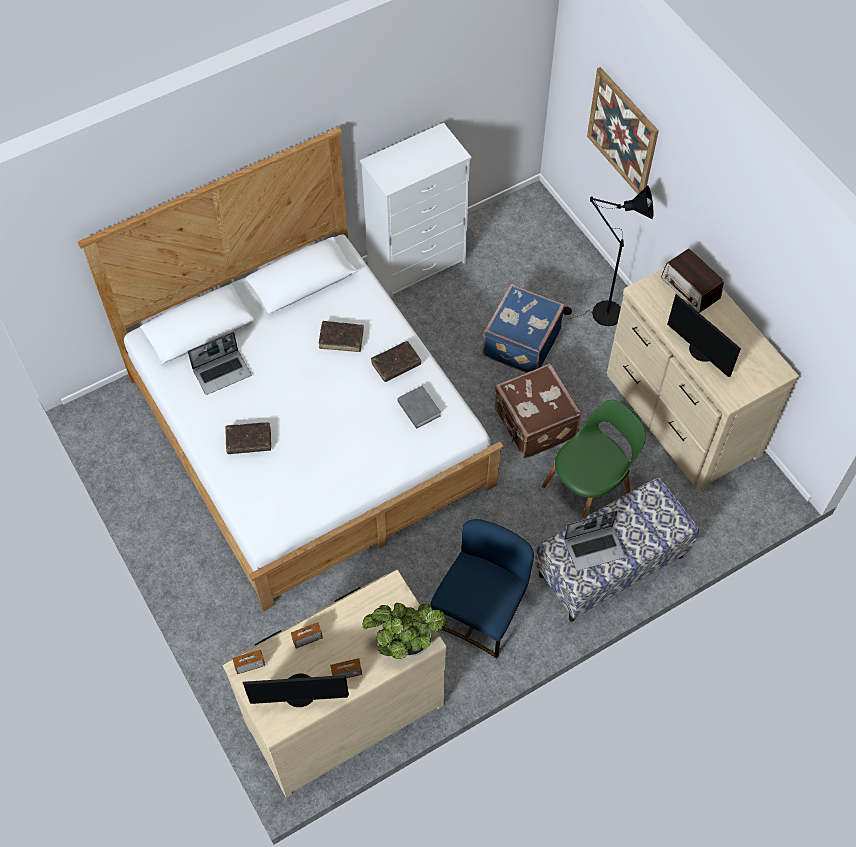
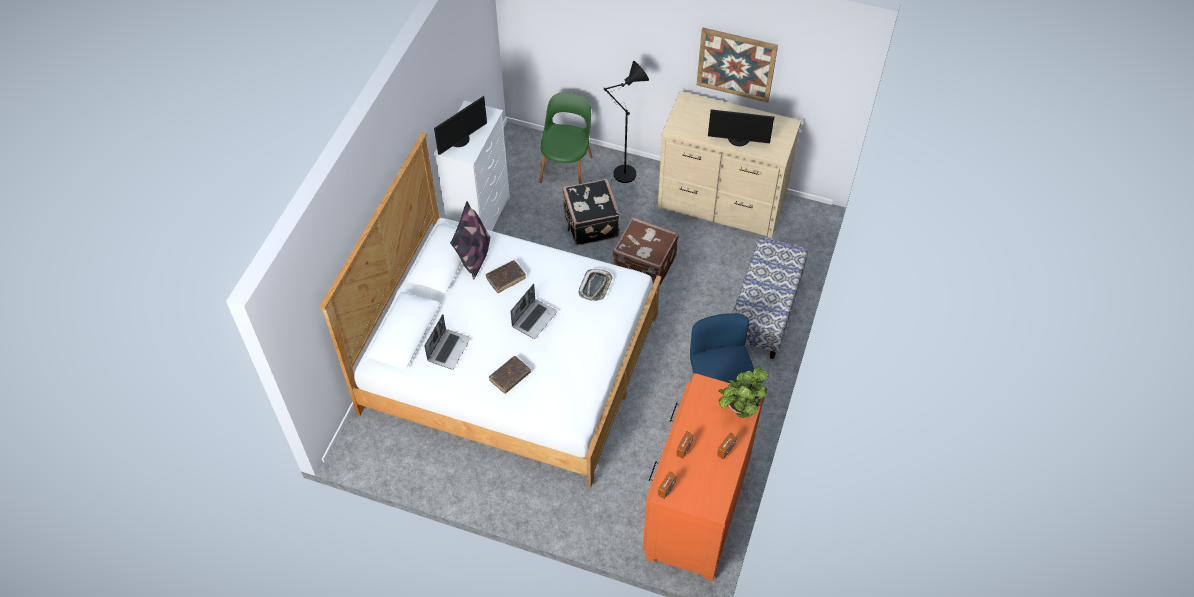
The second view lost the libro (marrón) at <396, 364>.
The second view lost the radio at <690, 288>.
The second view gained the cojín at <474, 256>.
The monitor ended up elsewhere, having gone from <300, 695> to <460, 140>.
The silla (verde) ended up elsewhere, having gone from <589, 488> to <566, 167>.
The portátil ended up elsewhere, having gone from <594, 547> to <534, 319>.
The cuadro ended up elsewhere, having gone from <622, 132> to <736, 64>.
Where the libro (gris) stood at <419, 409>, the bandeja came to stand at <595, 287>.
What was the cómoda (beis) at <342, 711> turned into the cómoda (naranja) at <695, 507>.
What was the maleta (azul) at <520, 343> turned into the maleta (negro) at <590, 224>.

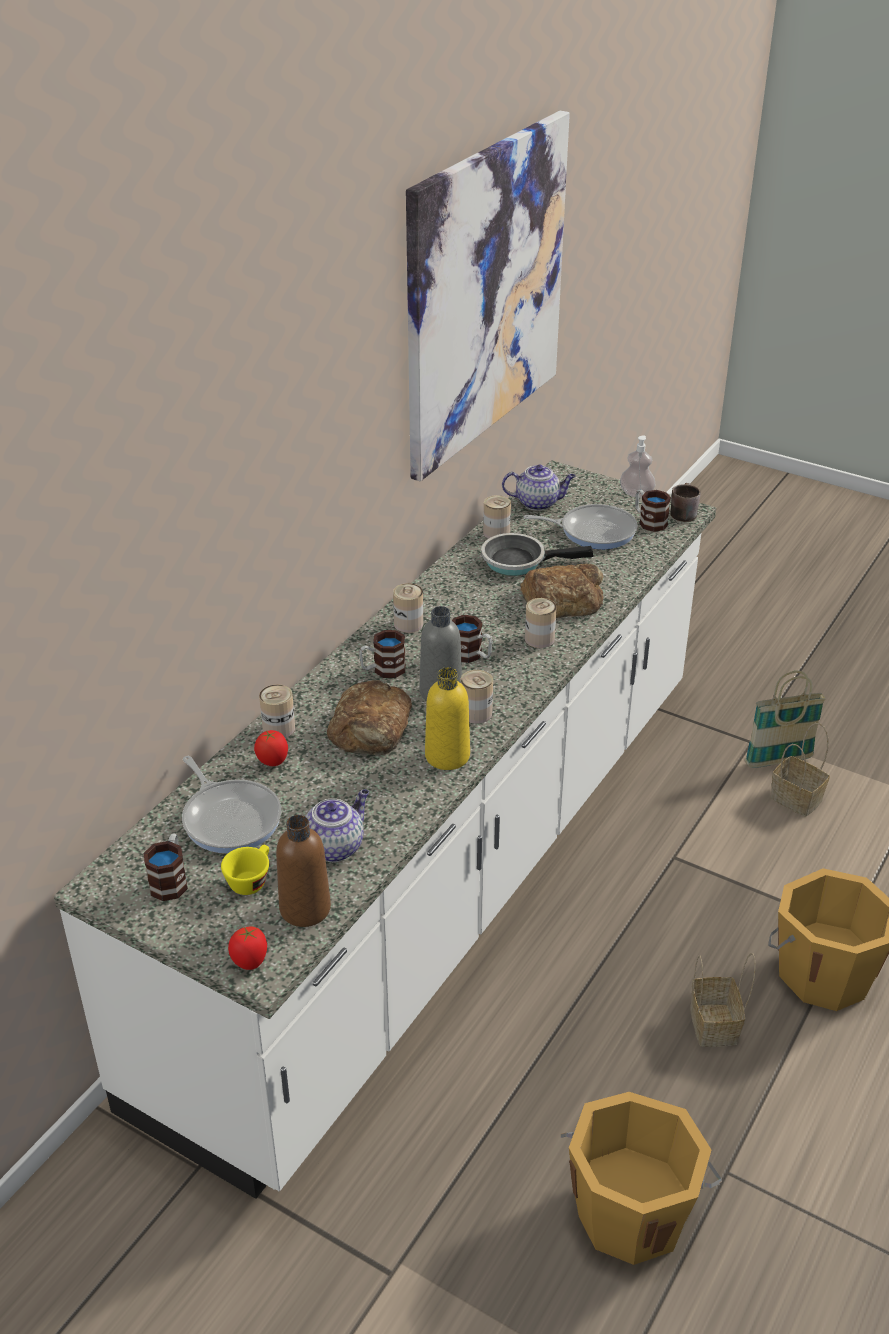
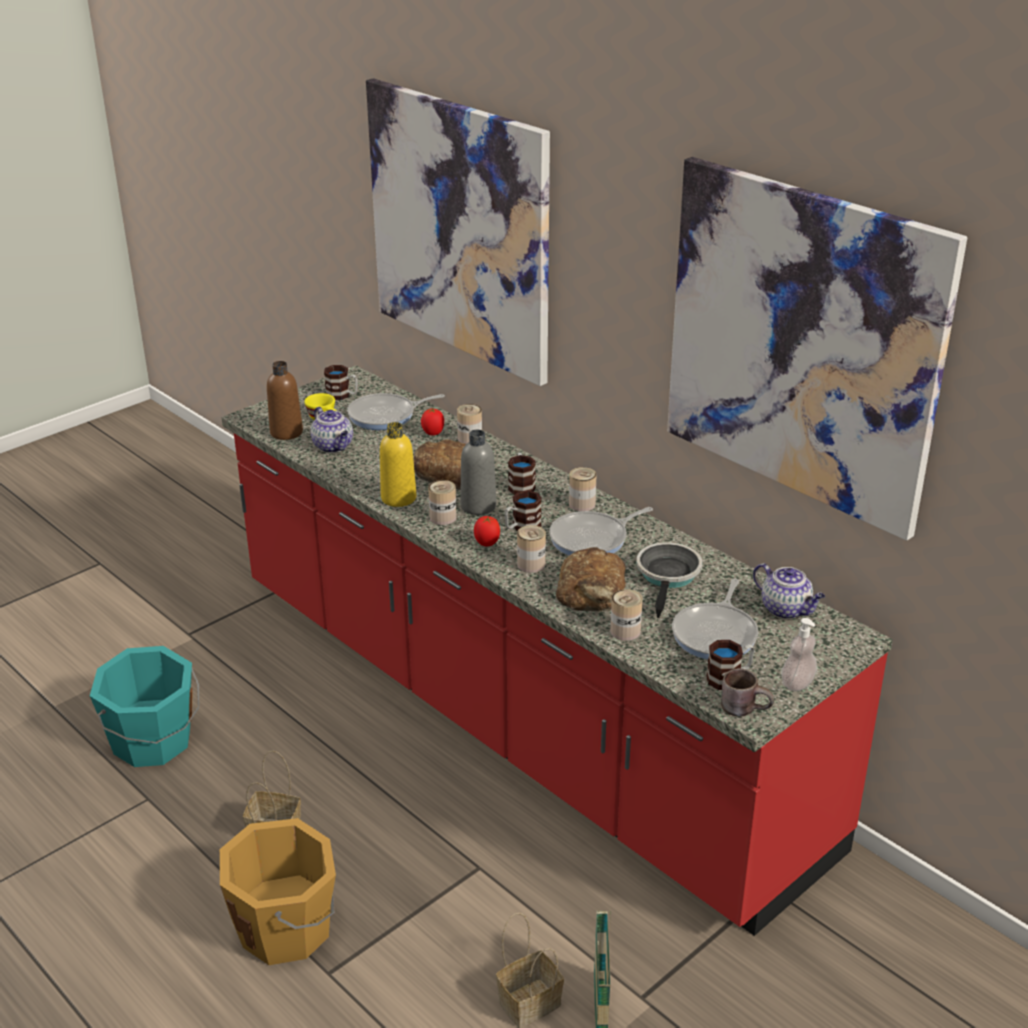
The second view gained the cuadro at <460, 229>.
The second view gained the sartén at <592, 539>.
The tomate ended up elsewhere, having gone from <250, 963> to <487, 544>.
The lata ended up elsewhere, having gone from <496, 533> to <625, 631>.
What was the mueble bajo de cocina (blanco) at <444, 875> turned into the mueble bajo de cocina (rojo) at <514, 712>.
What was the cubo (naranja) at <631, 1212> turned into the cubo (turquesa) at <153, 742>.
The tetera at <538, 503> ended up facing another way, 60 degrees counterclockwise from before.

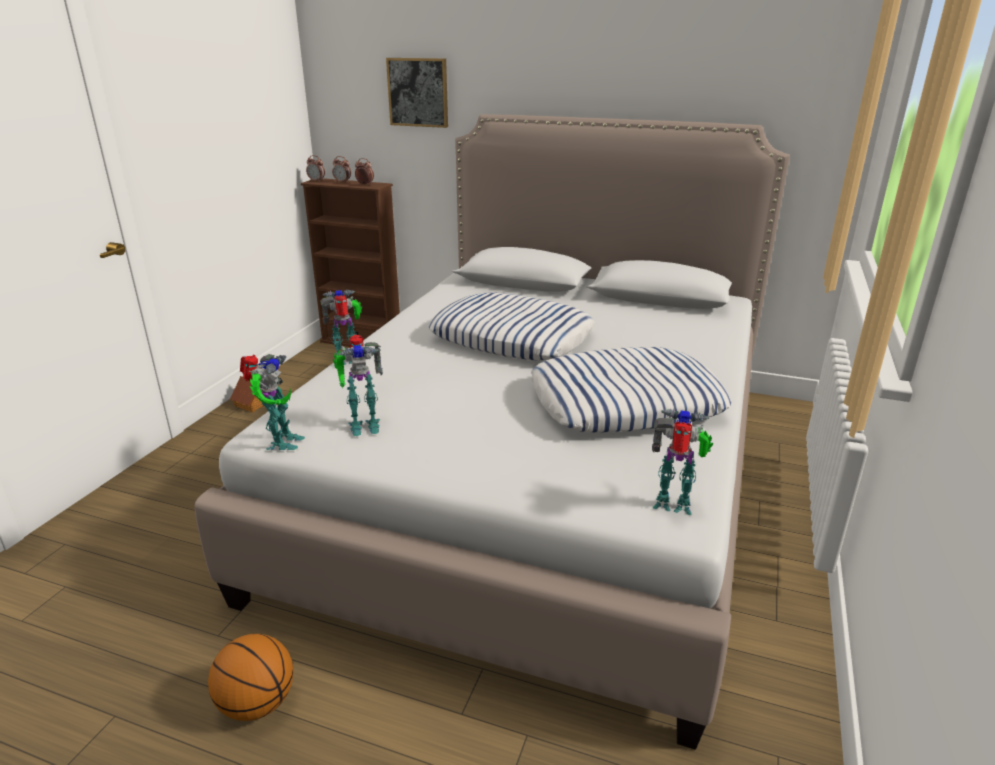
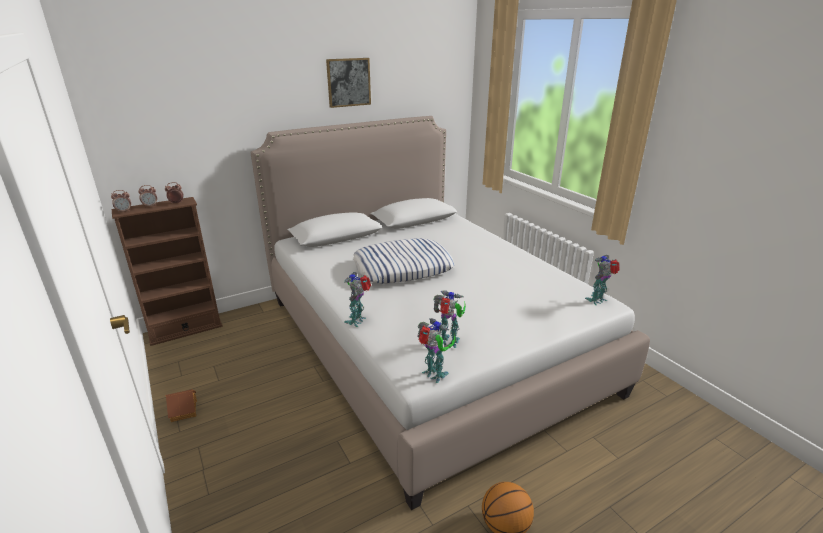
The second view lost the cojín at <625, 402>.
The cuadro ended up elsewhere, having gone from <418, 92> to <348, 82>.
The robot de juguete at <362, 425> ended up facing another way, 90 degrees counterclockwise from before.

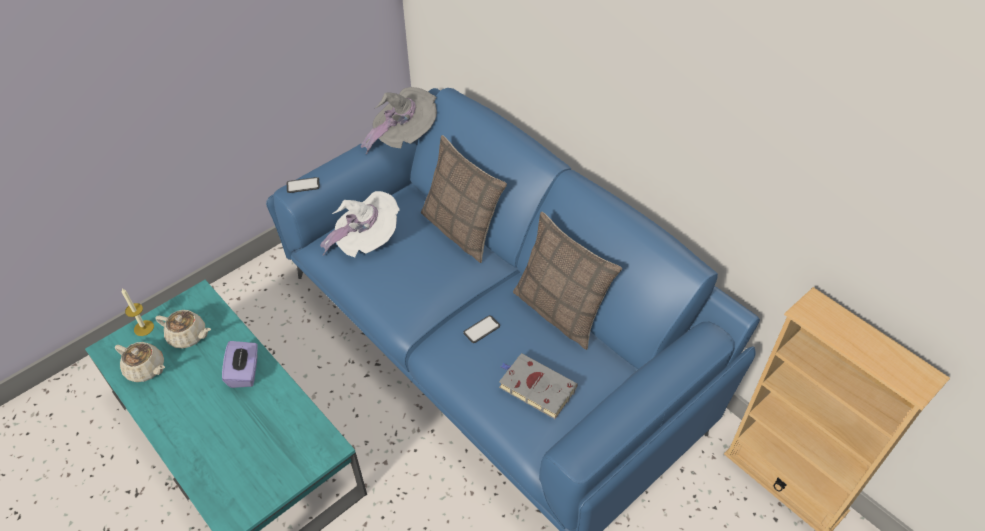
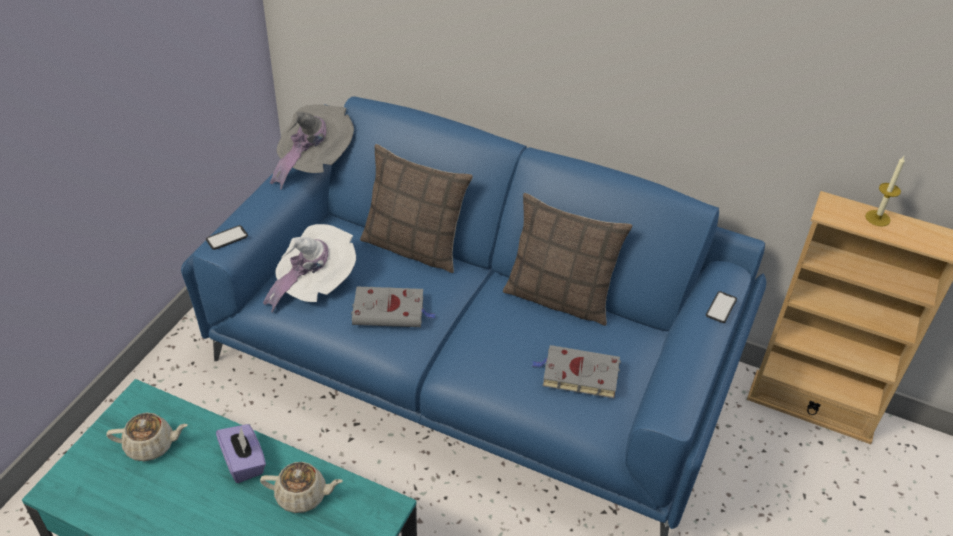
The second view gained the libro (gris) at <391, 311>.
The tetera (beis) ended up elsewhere, having gone from <146, 369> to <302, 496>.
The vela ended up elsewhere, having gone from <144, 328> to <877, 218>.
The móvil ended up elsewhere, having gone from <481, 329> to <721, 307>.

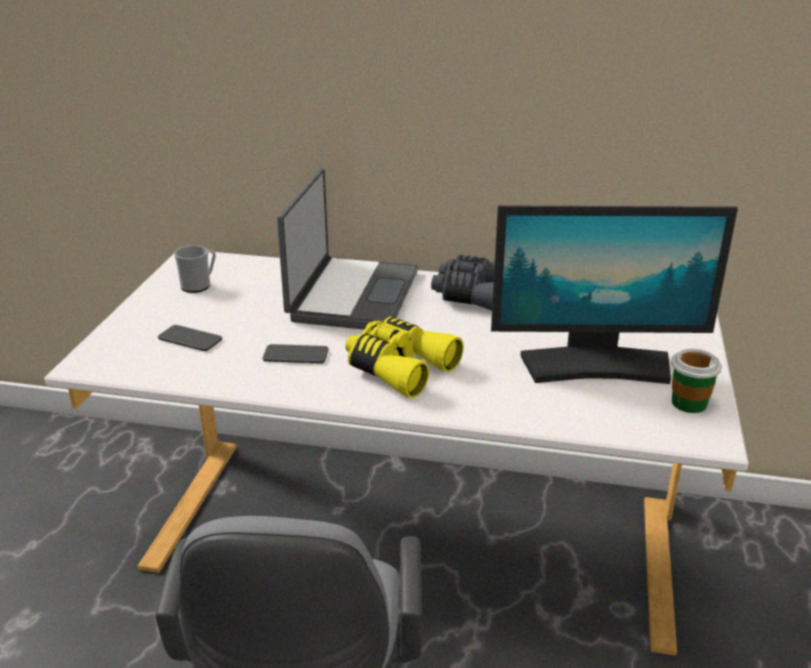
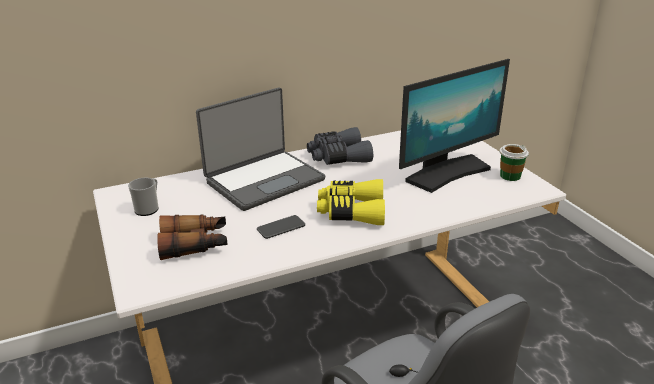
Where the móvil stood at <190, 339>, the prismáticos came to stand at <195, 244>.
The portátil at <351, 295> ended up facing another way, 75 degrees clockwise from before.

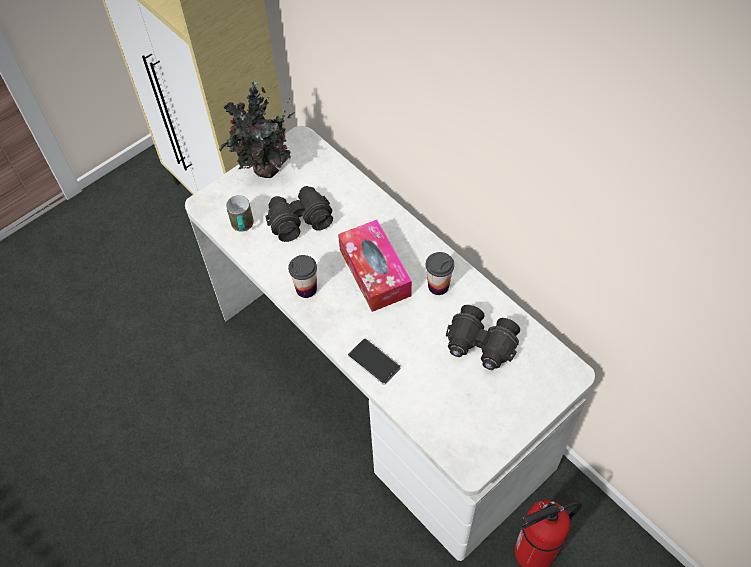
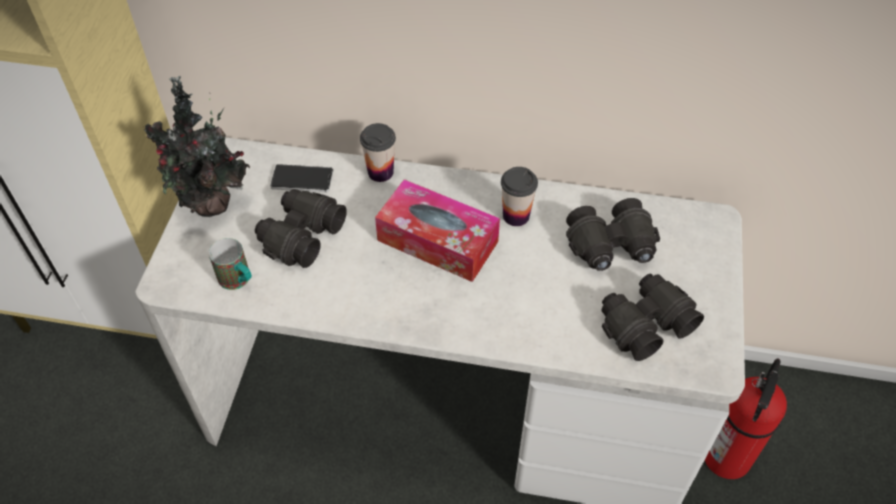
The second view gained the prismáticos (negro) at <644, 323>.
The taza ended up elsewhere, having gone from <306, 289> to <380, 172>.
The móvil ended up elsewhere, having gone from <374, 362> to <302, 180>.

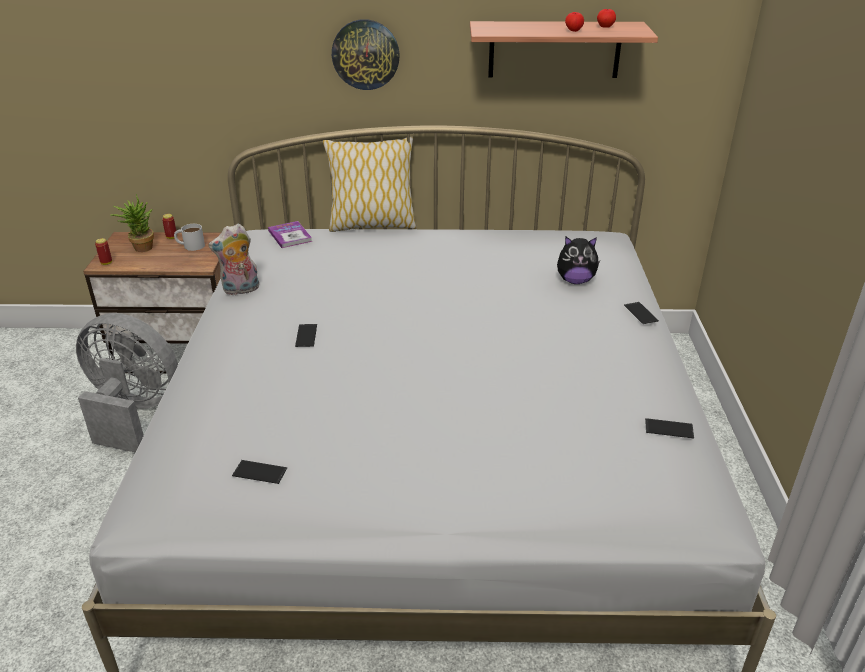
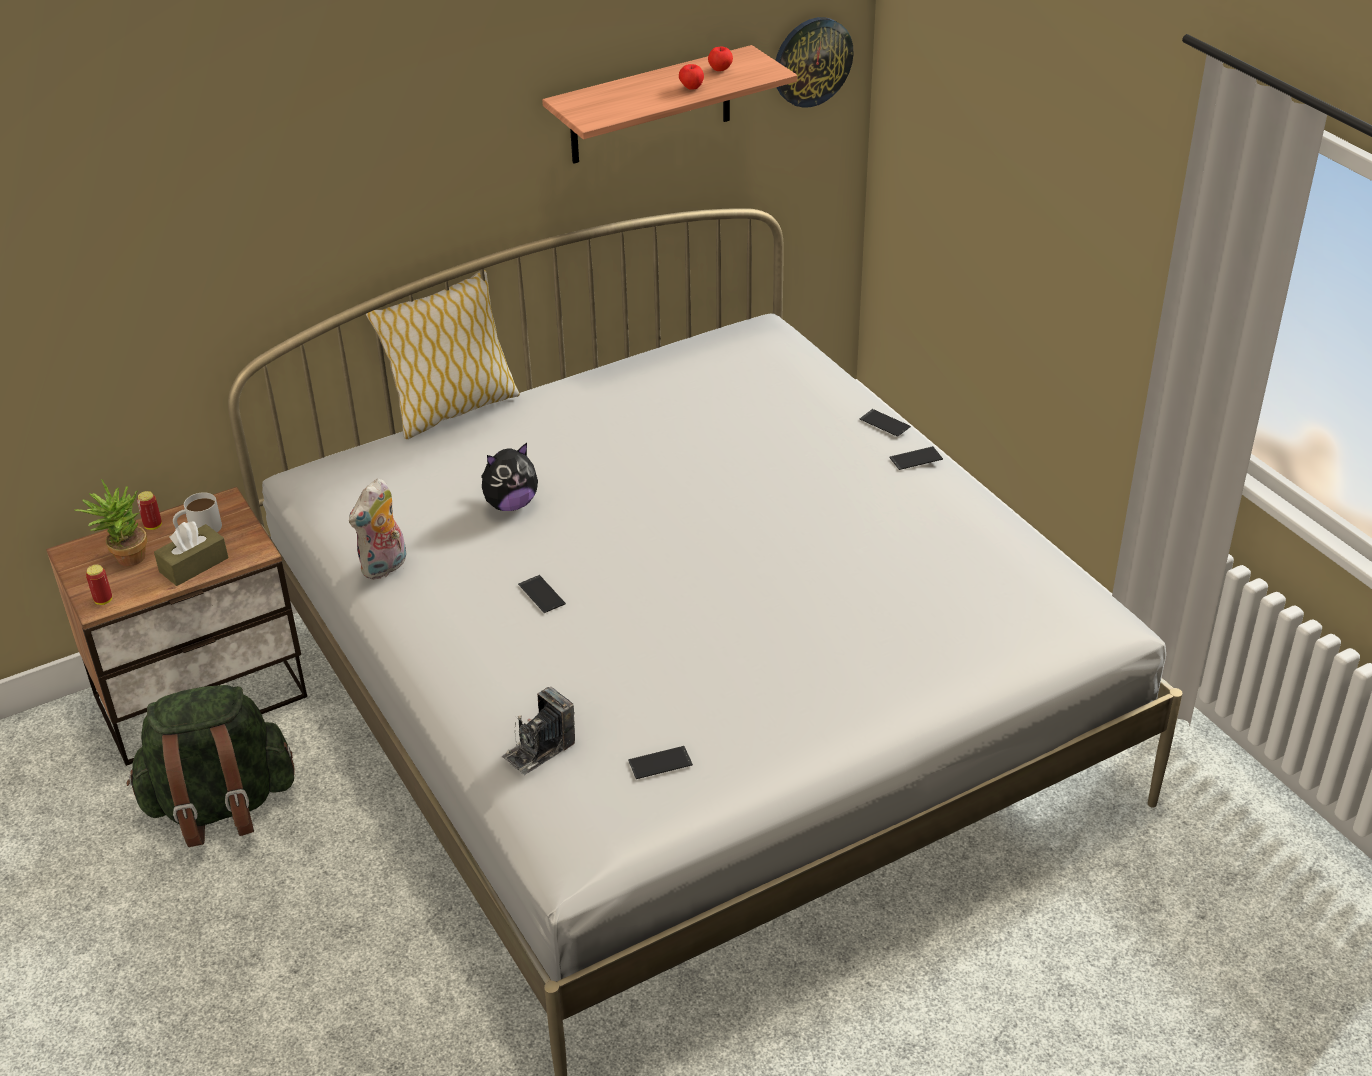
The second view lost the libro at <290, 236>.
The second view gained the caja de pañuelos (marrón) at <194, 565>.
The second view gained the cámara at <539, 749>.
The reloj de pared ended up elsewhere, having gone from <365, 54> to <812, 61>.
The peluche ended up elsewhere, having gone from <575, 281> to <510, 504>.
The móvil ended up elsewhere, having gone from <669, 428> to <916, 458>.
Where the ventilador (gris) stood at <134, 413>, the mochila (verde) came to stand at <220, 806>.

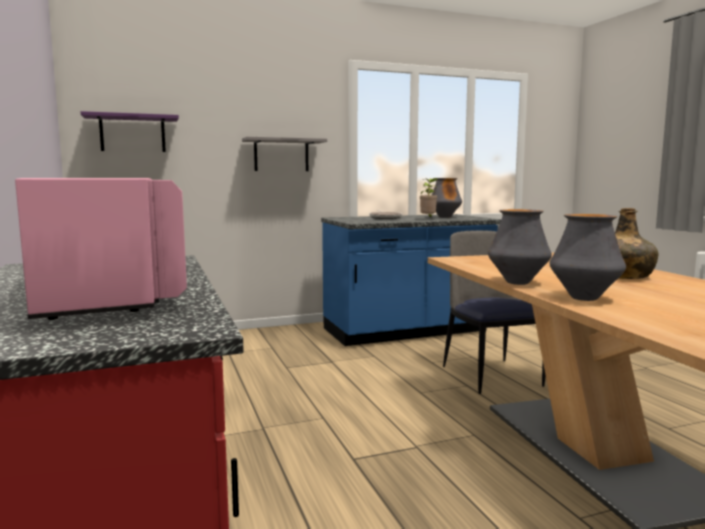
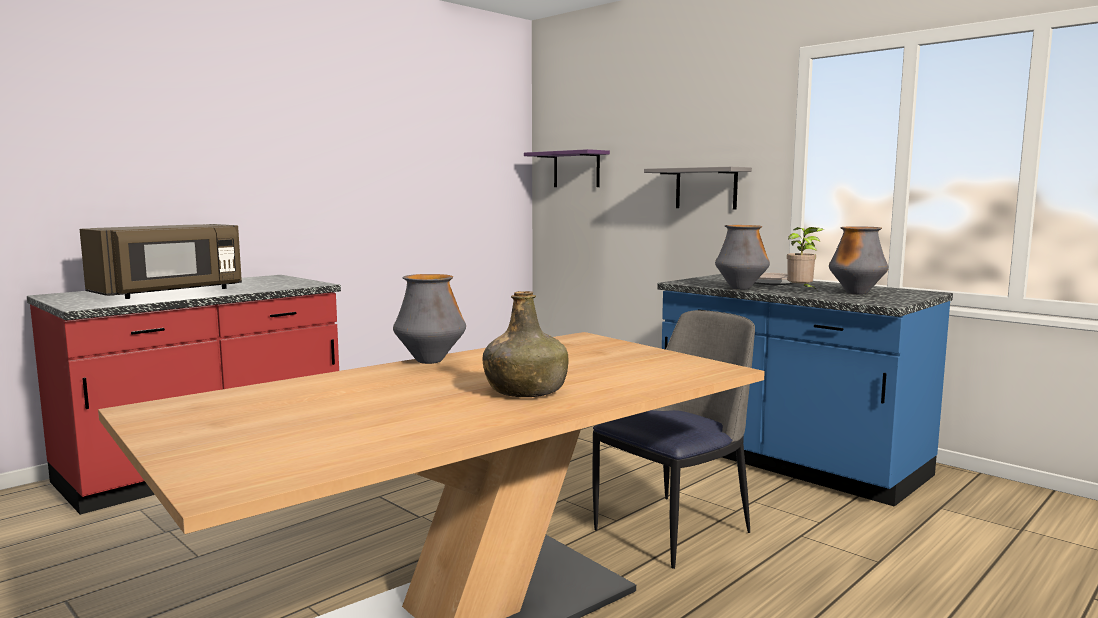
The florero ended up elsewhere, having gone from <584, 298> to <740, 288>.
What was the microondas (rosa) at <107, 295> turned into the microondas (marrón) at <170, 292>.

